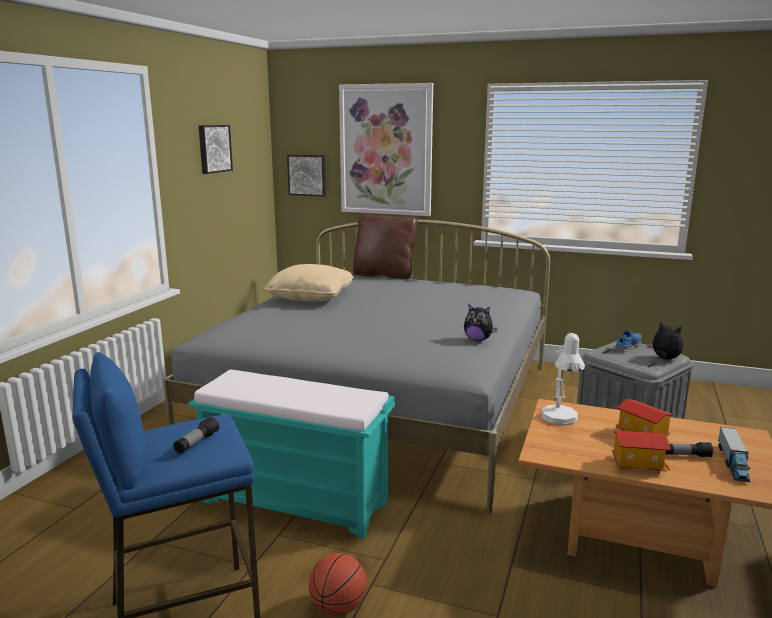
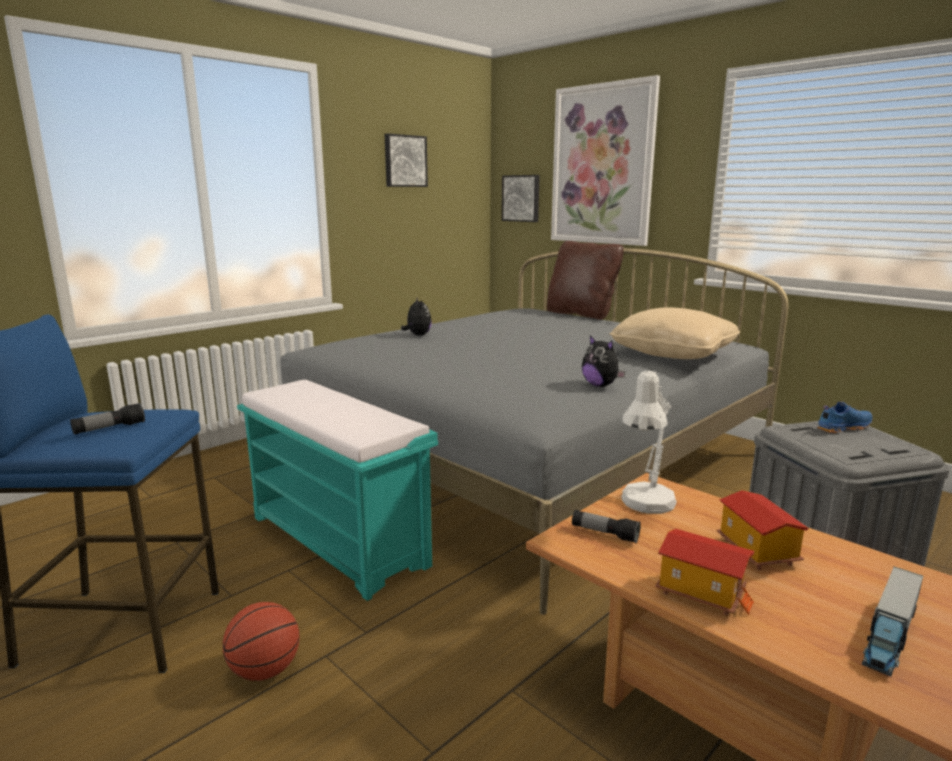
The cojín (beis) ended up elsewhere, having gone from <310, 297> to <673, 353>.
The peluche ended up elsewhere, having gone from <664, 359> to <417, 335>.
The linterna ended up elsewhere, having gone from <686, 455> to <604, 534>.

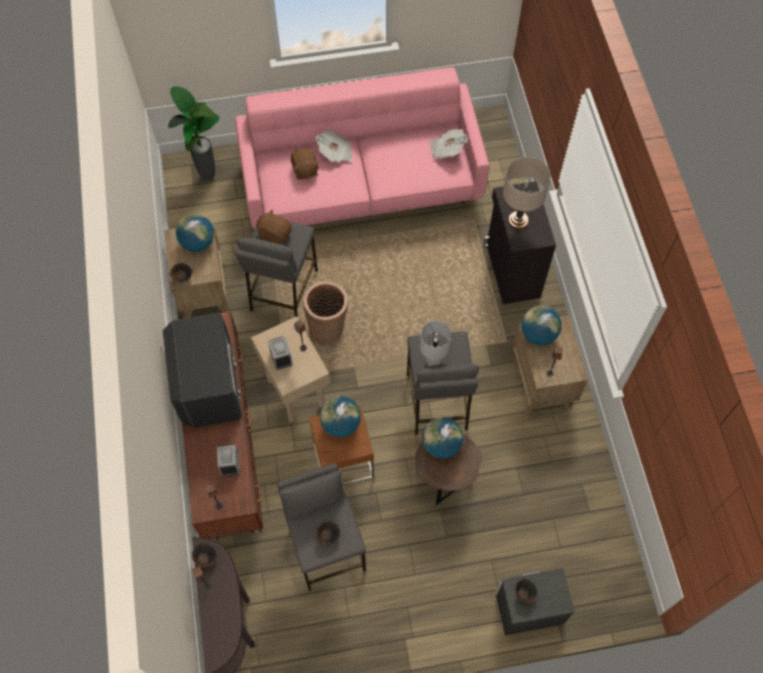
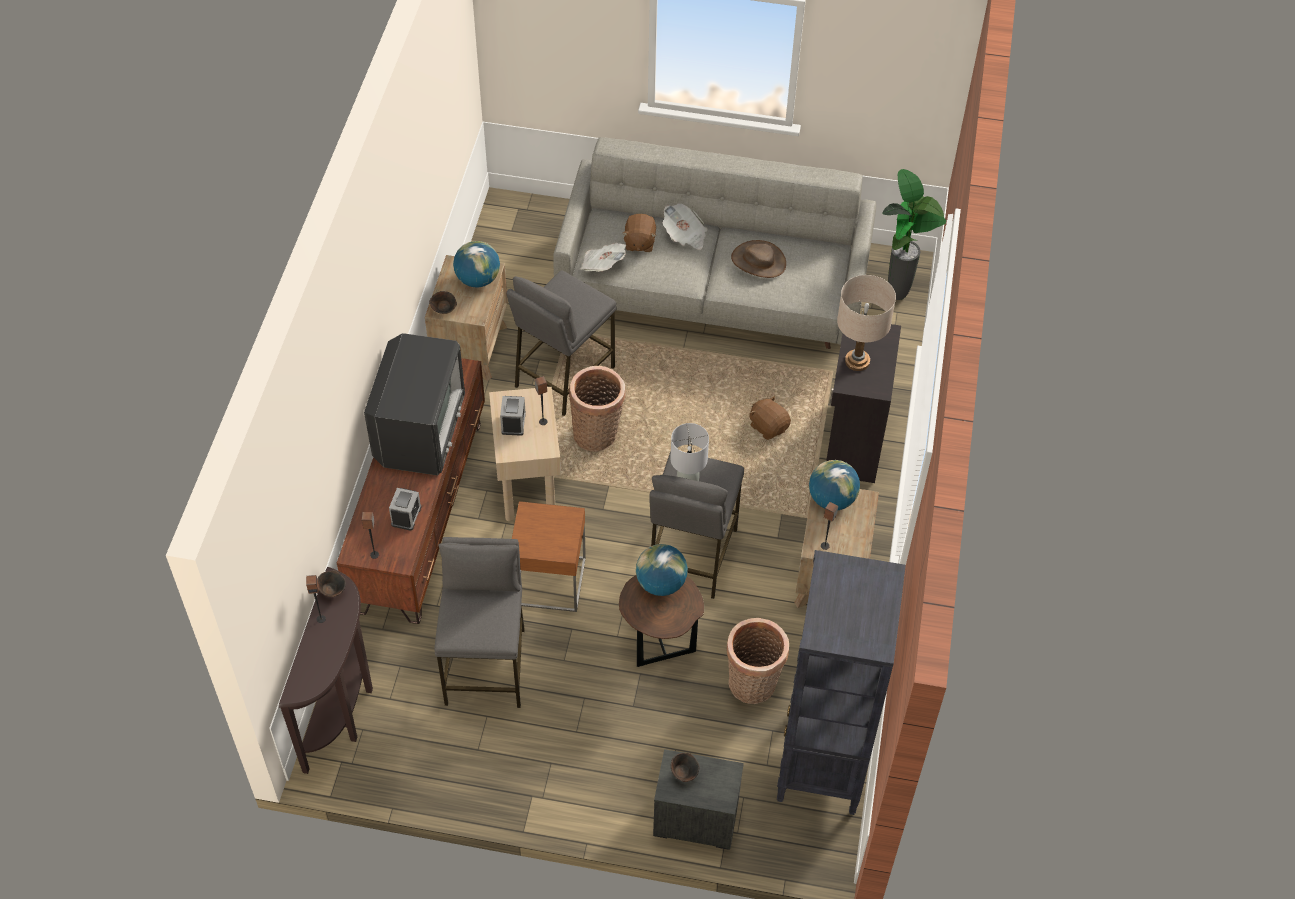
The second view lost the cuenco (marrón) at <328, 535>.
The second view lost the globo terráqueo at <340, 424>.
The second view gained the cesta at <753, 686>.
The second view gained the sombrero (marrón) at <758, 261>.
The second view gained the estantería (negro) at <821, 765>.
The planta en maceta ended up elsewhere, having gone from <207, 175> to <897, 294>.
The peluche (marrón) ended up elsewhere, having gone from <275, 234> to <768, 426>.
The periódico ended up elsewhere, having gone from <446, 149> to <602, 265>.
What was the sofá (rosa) at <362, 184> turned into the sofá (gris) at <713, 289>.

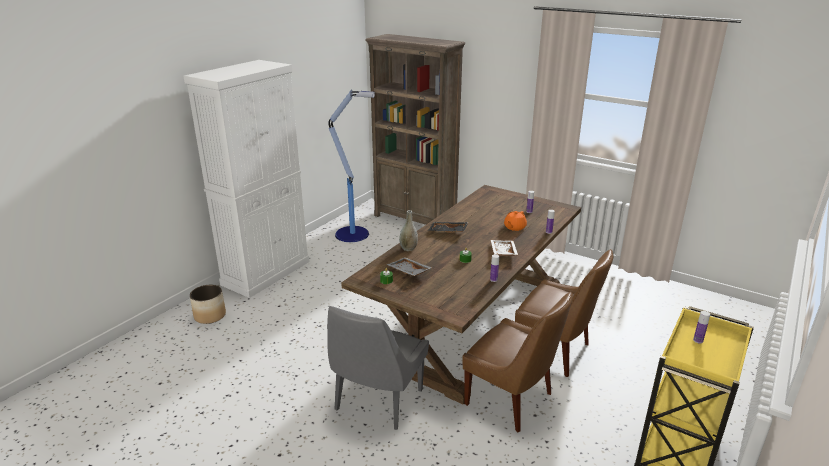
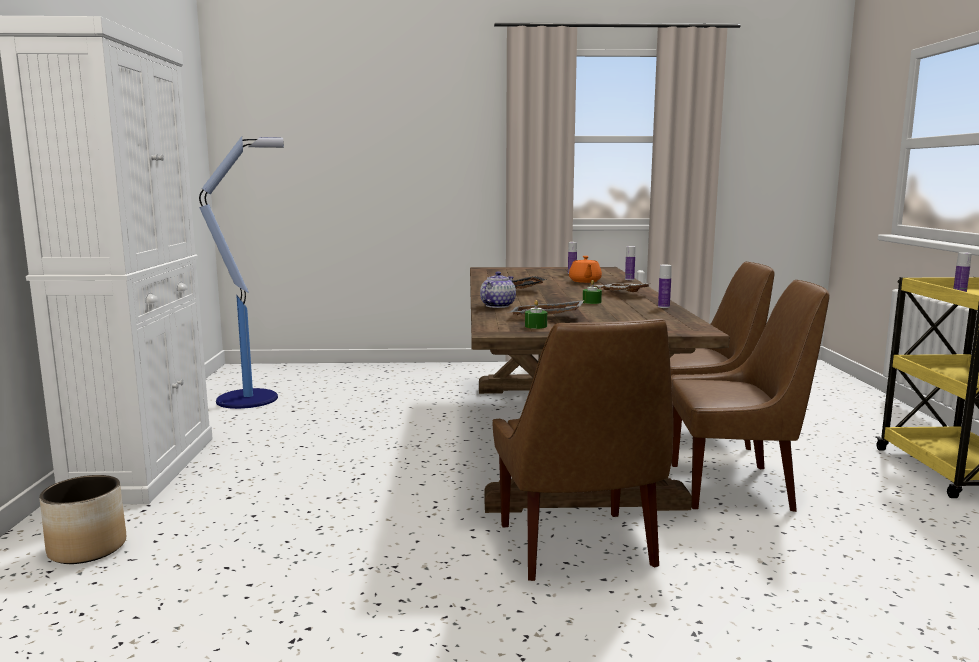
The second view lost the estantería (marrón) at <415, 220>.
Where the florero (gris) stood at <408, 248>, the tetera came to stand at <497, 306>.
What was the silla (gris) at <377, 402> turned into the silla (marrón) at <578, 548>.

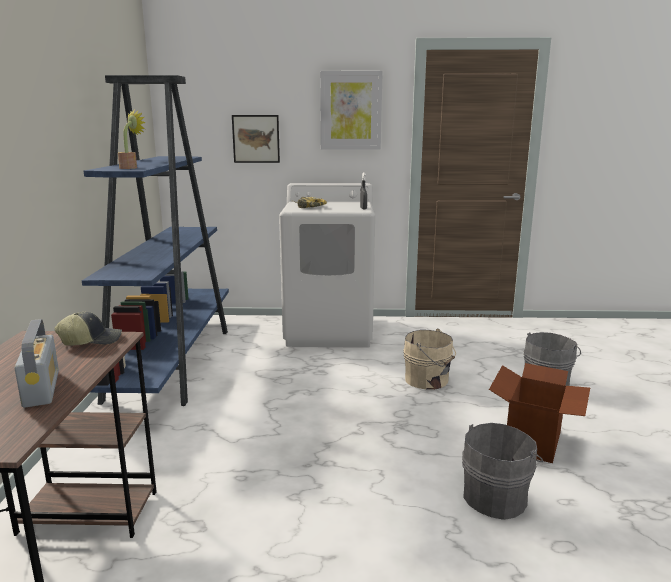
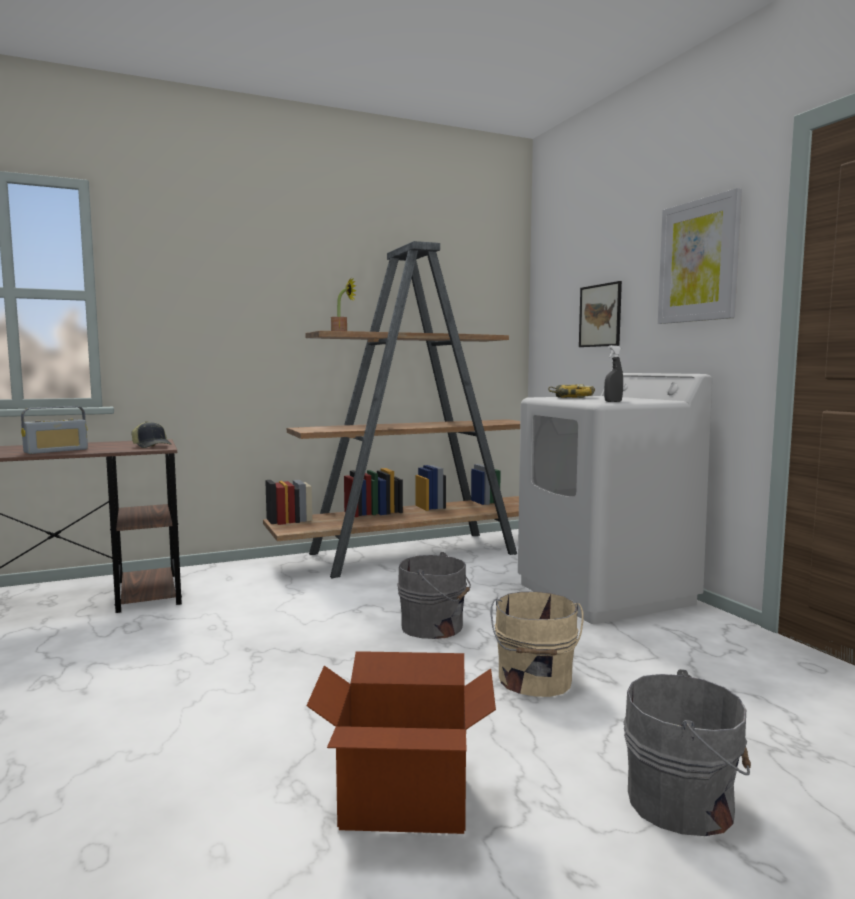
The cubo (gris) ended up elsewhere, having gone from <496, 496> to <435, 627>.
What was the estantería (azul) at <172, 362> turned into the estantería (marrón) at <416, 554>.

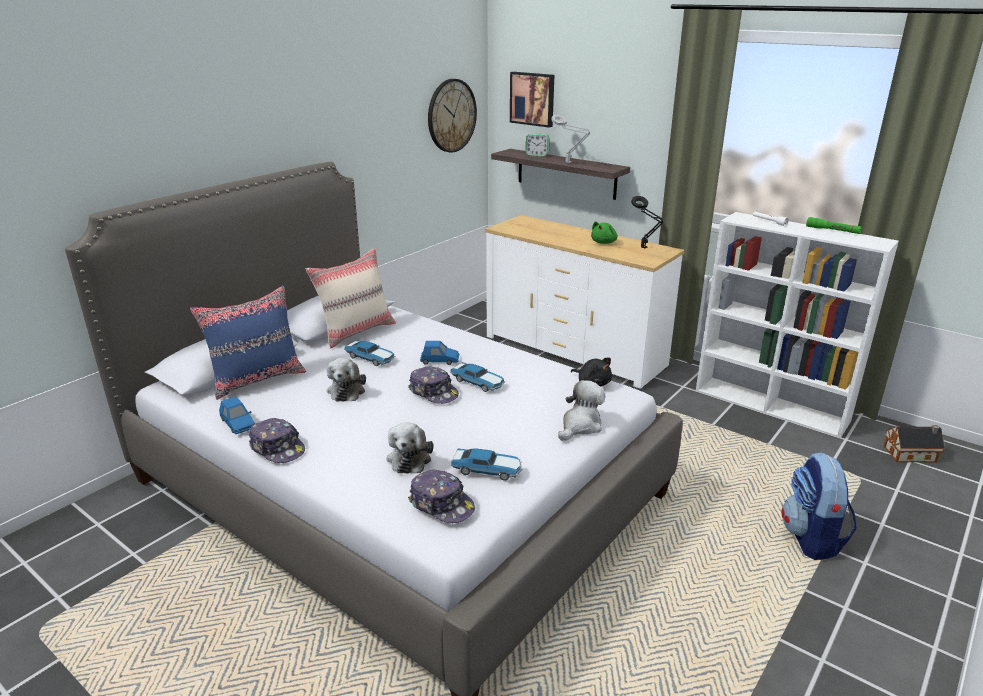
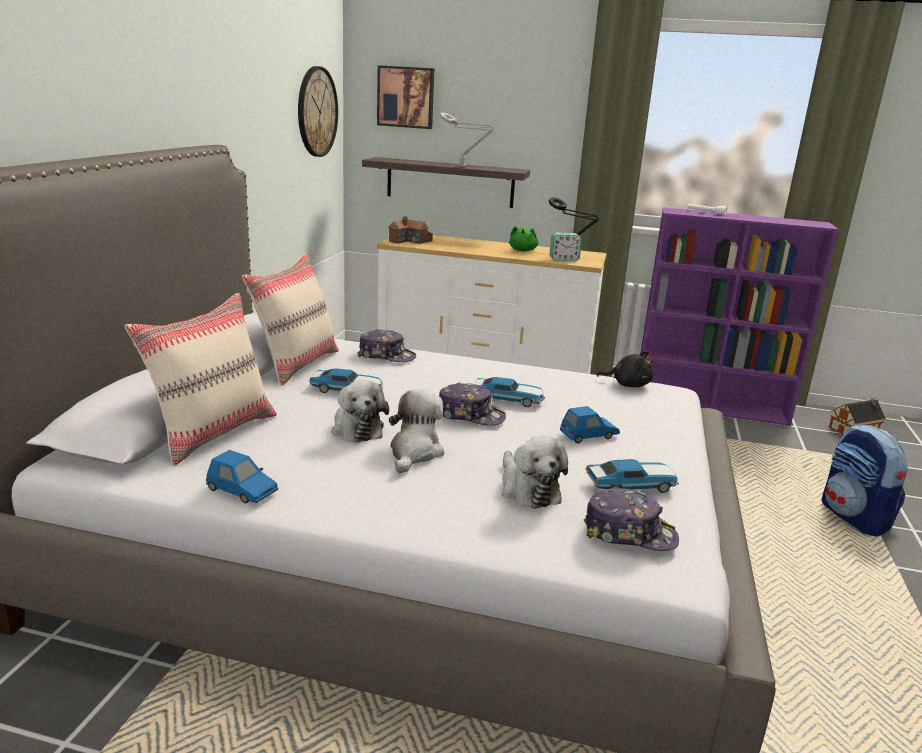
The second view lost the linterna (verde) at <832, 230>.
The second view gained the casita at <410, 241>.
The gorra ended up elsewhere, having gone from <278, 448> to <386, 356>.
The coche de juguete (azul) ended up elsewhere, having gone from <440, 360> to <588, 435>.
The despertador ended up elsewhere, having gone from <537, 155> to <563, 259>.
The peluche ended up elsewhere, having gone from <580, 426> to <414, 452>.
What was the cojín (azul) at <257, 379> turned into the cojín (beis) at <213, 432>.
What was the estantería (blanco) at <772, 406> turned into the estantería (morado) at <711, 407>.

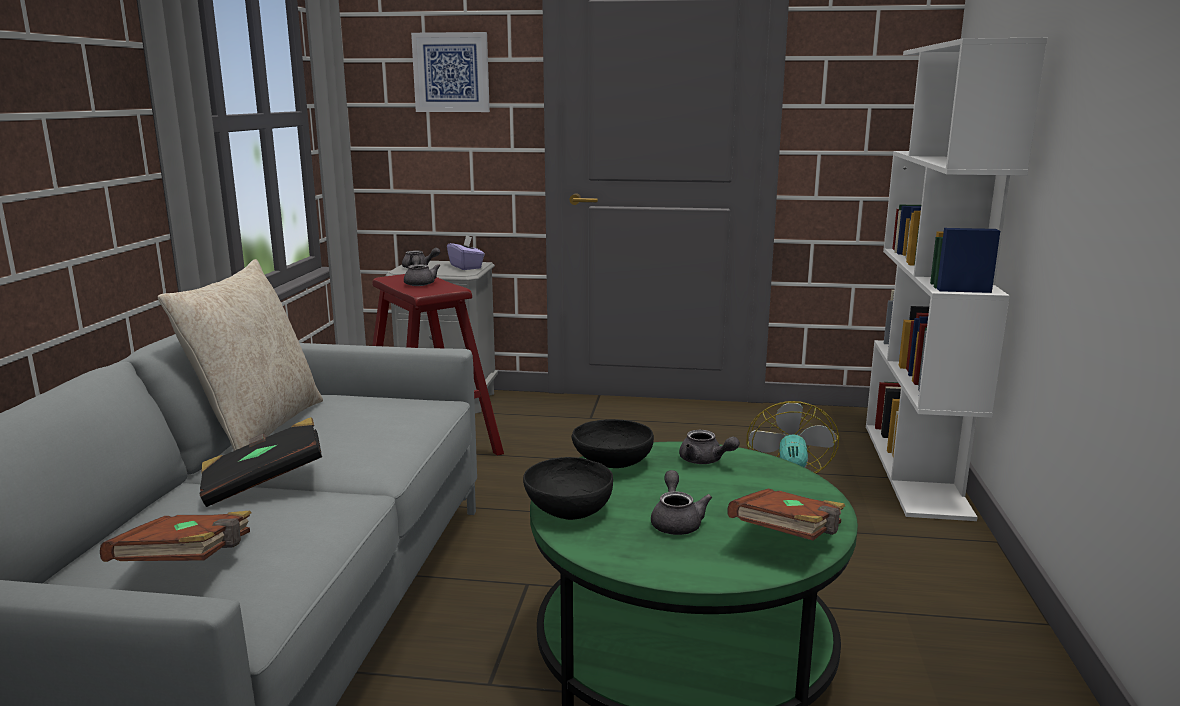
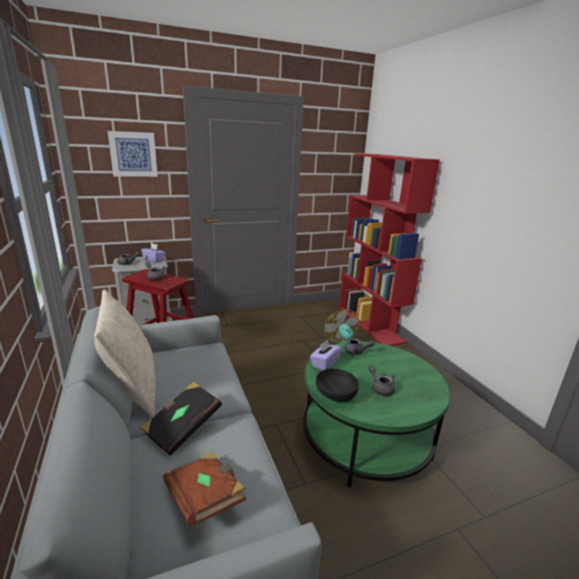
The second view lost the libro (marrón) at <789, 537>.
Where the cuenco (negro) stood at <612, 464>, the caja de pañuelos (morado) came to stand at <324, 364>.
What was the estantería (blanco) at <916, 469> turned into the estantería (rojo) at <370, 324>.

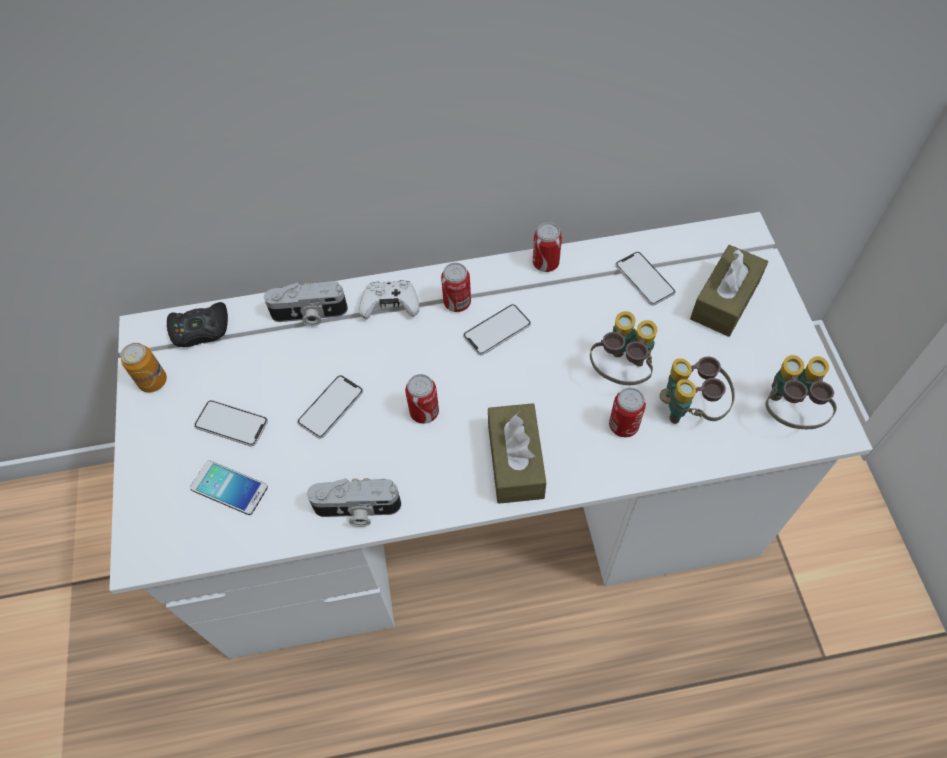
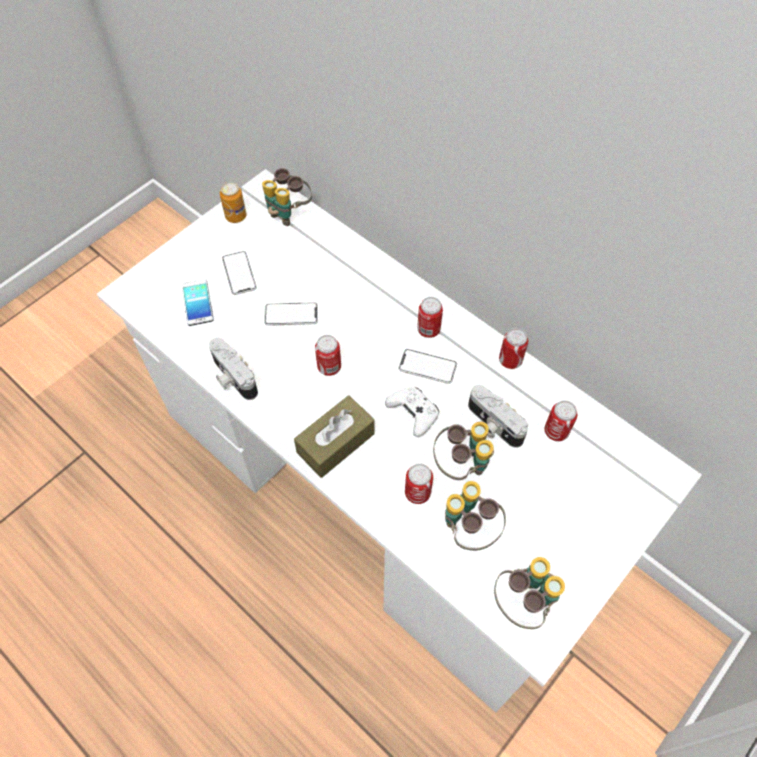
The second view lost the caja de pañuelos (marrón) at <725, 300>.
The cámara ended up elsewhere, having gone from <309, 315> to <492, 425>.
The mando de consola (blanco) ended up elsewhere, having gone from <390, 305> to <413, 414>.
Where the mando de consola (negro) stood at <200, 330>, the prismáticos came to stand at <288, 212>.
Where the móvil stood at <644, 279>, the lata came to stand at <556, 431>.

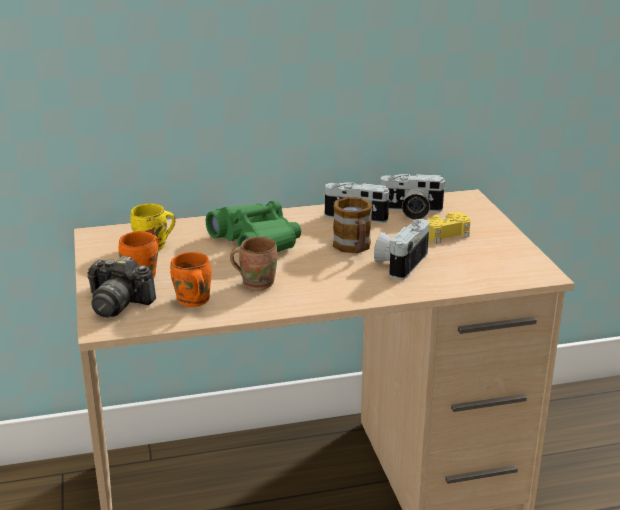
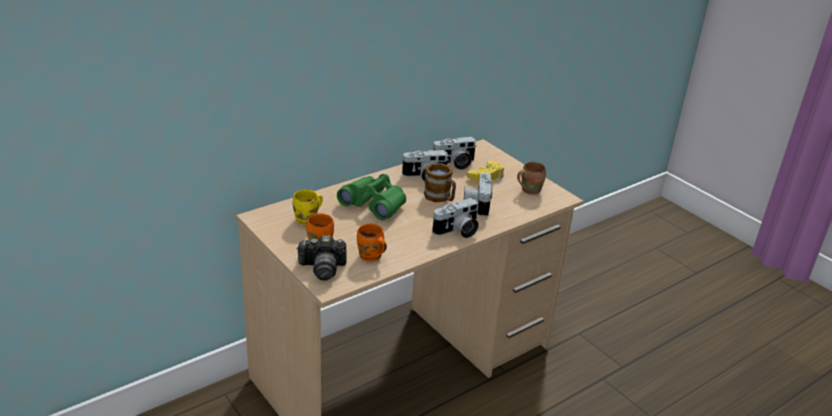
The second view gained the cámara at <457, 231>.
The taza grande (marrón) ended up elsewhere, having gone from <256, 283> to <529, 190>.

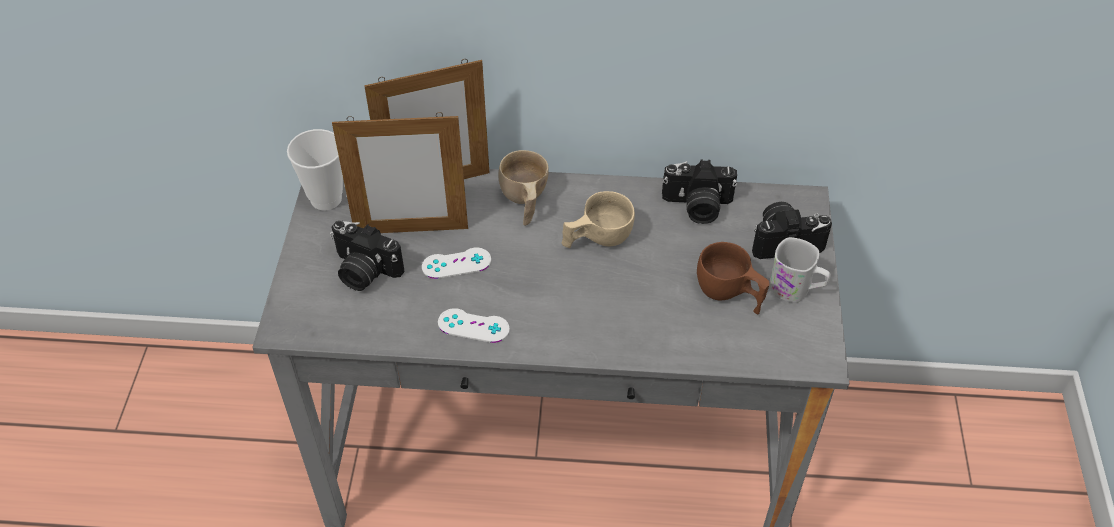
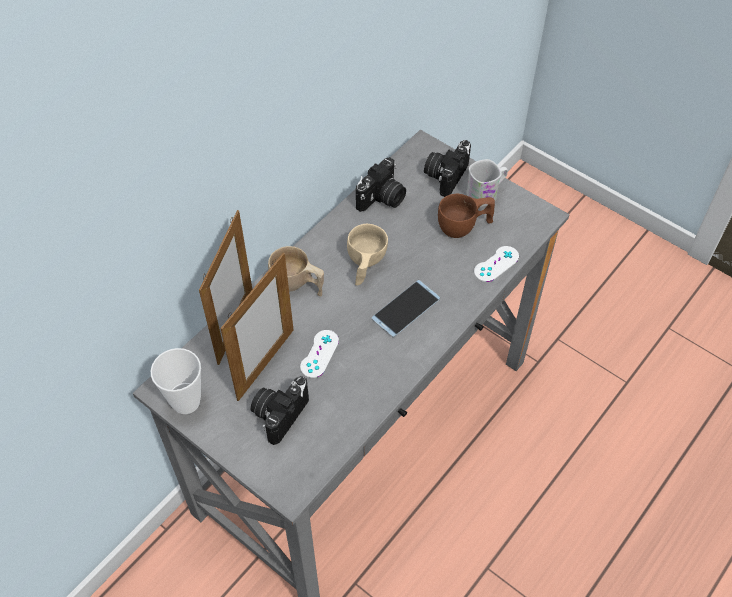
The second view gained the móvil at <406, 309>.
The mando de consola (blanco) ended up elsewhere, having gone from <473, 326> to <496, 264>.
The cámara at <363, 271> ended up facing another way, 150 degrees clockwise from before.

